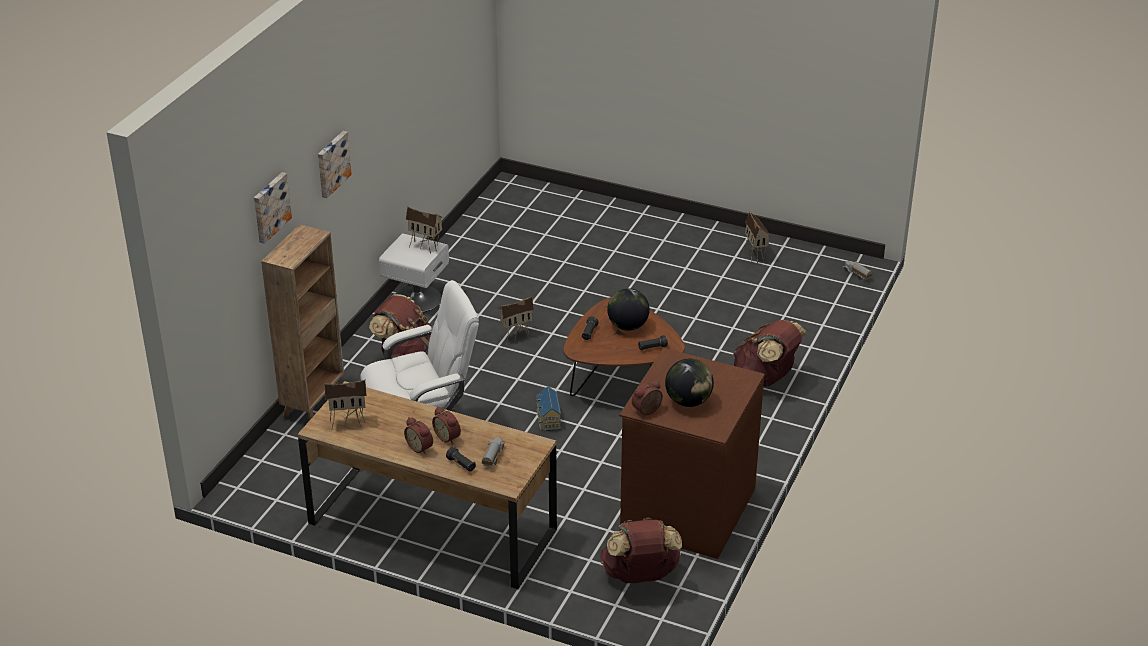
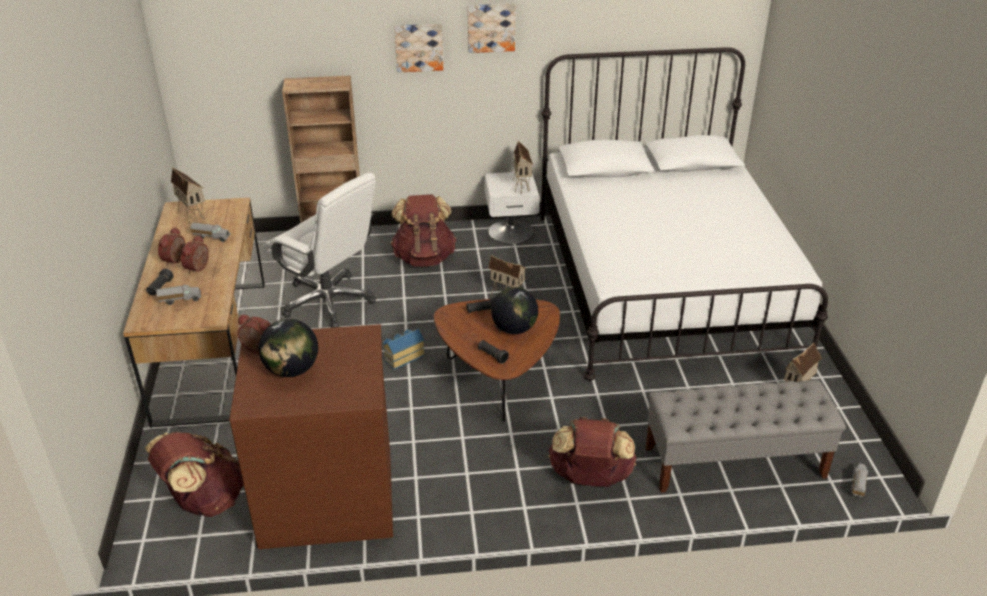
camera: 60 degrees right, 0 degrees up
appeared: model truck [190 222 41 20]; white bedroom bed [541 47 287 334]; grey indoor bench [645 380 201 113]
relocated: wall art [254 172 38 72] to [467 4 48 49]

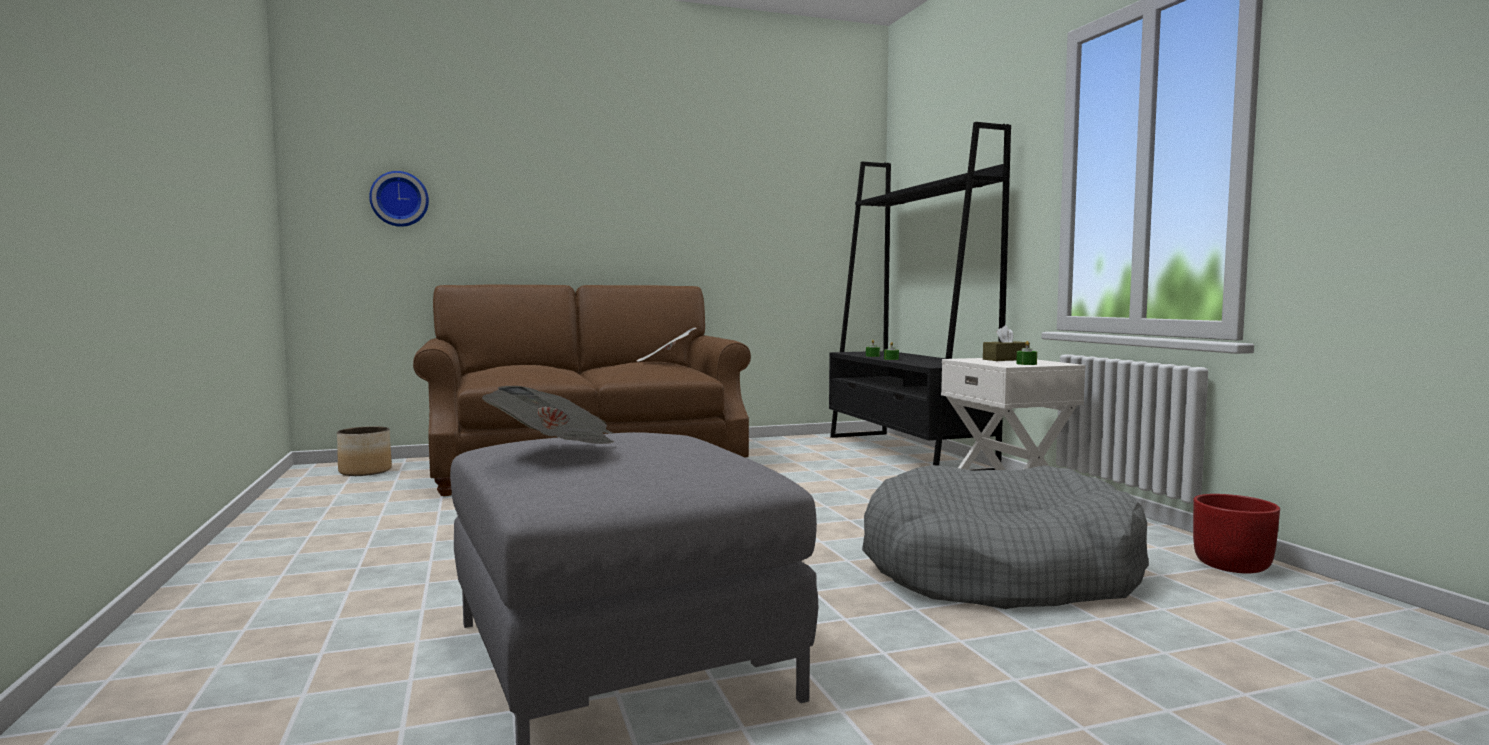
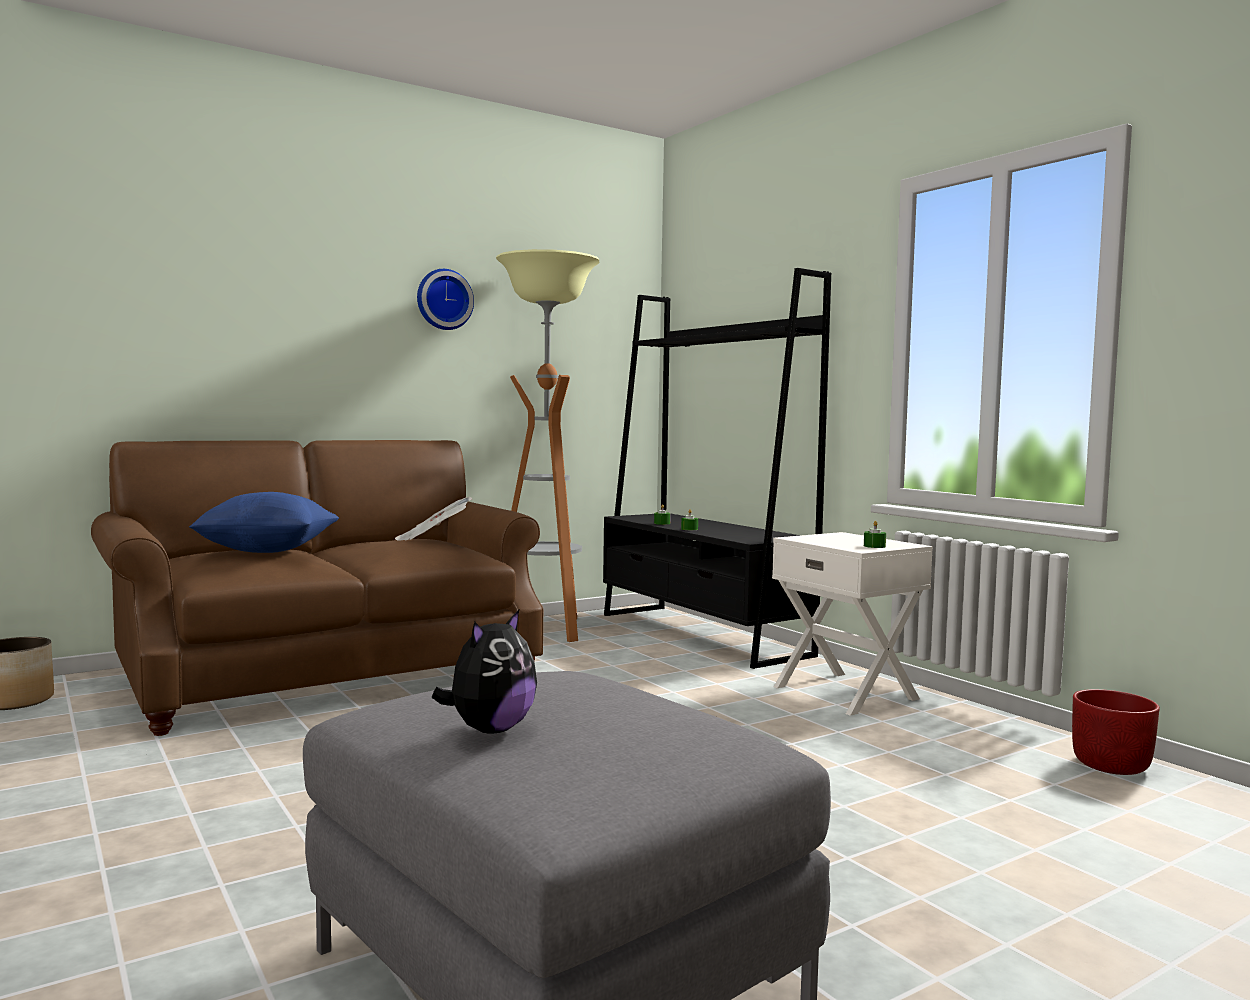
camera: 15 degrees left, 0 degrees up
missing: grey dog cushion [862 465 287 144]; brown-coloured tissue box [983 325 47 36]
appeared: blue pillow [189 492 150 61]; floor lamp [496 249 104 393]
relocated: wall clock [369 171 60 56] to [417 269 57 61]
exchanged: printed paper [482 386 132 58] to cuddly toy [432 610 105 124]

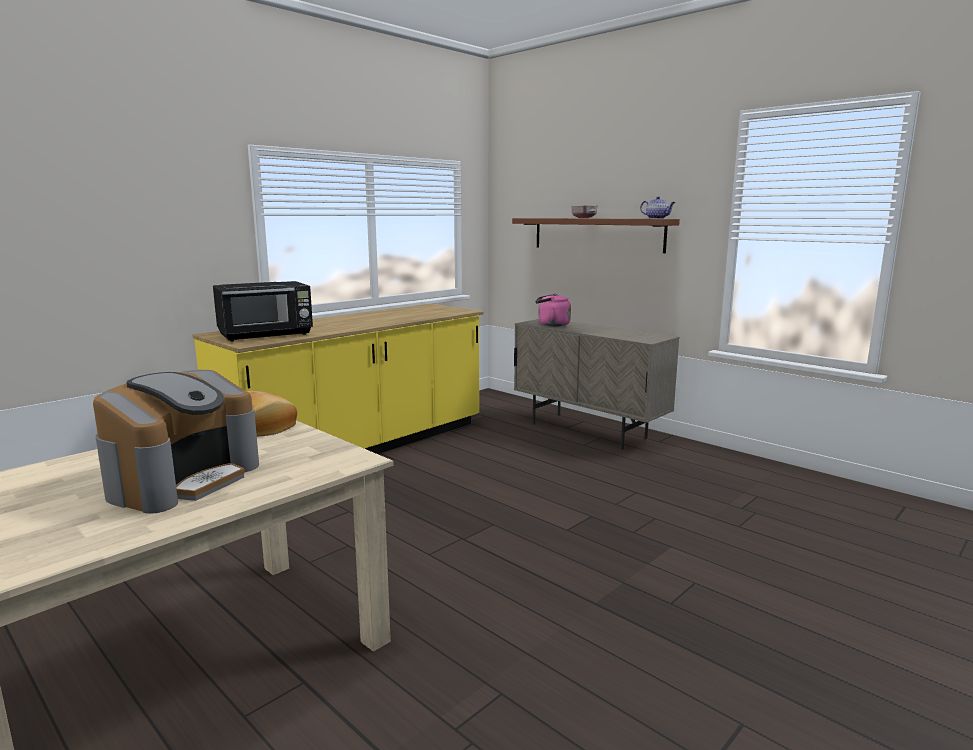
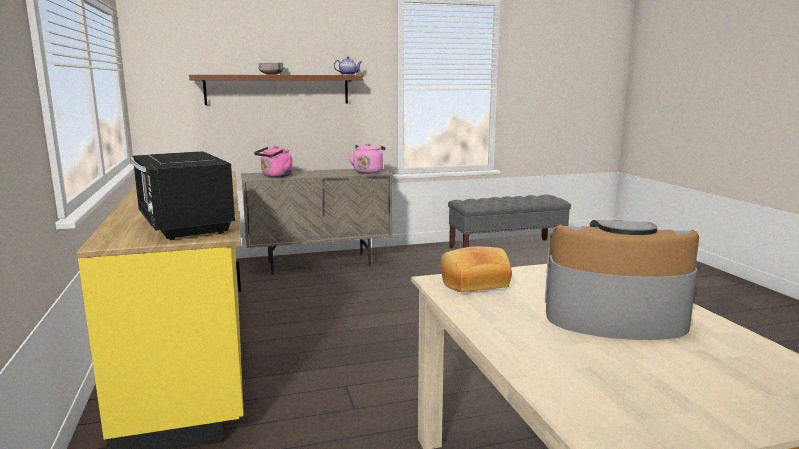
camera: 60 degrees left, 0 degrees up
appeared: pink water kettle [348 143 37 31]; grey indoor bench [448 194 123 54]
spun: coffee maker [93 370 166 144] = [545 220 154 120] 45 degrees counterclockwise; black-coloured kitchen microwave [213 281 100 61] = [130 151 105 89] 150 degrees clockwise

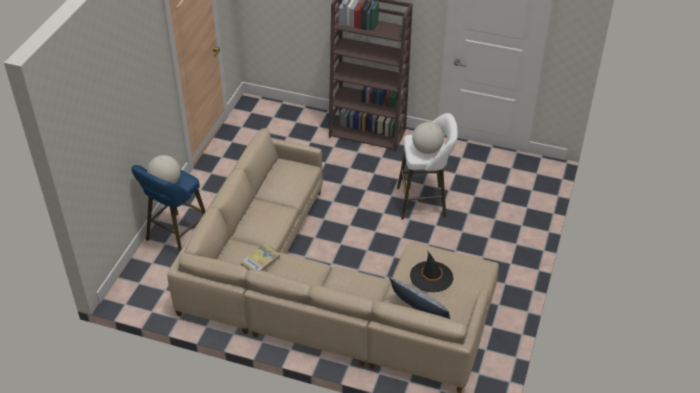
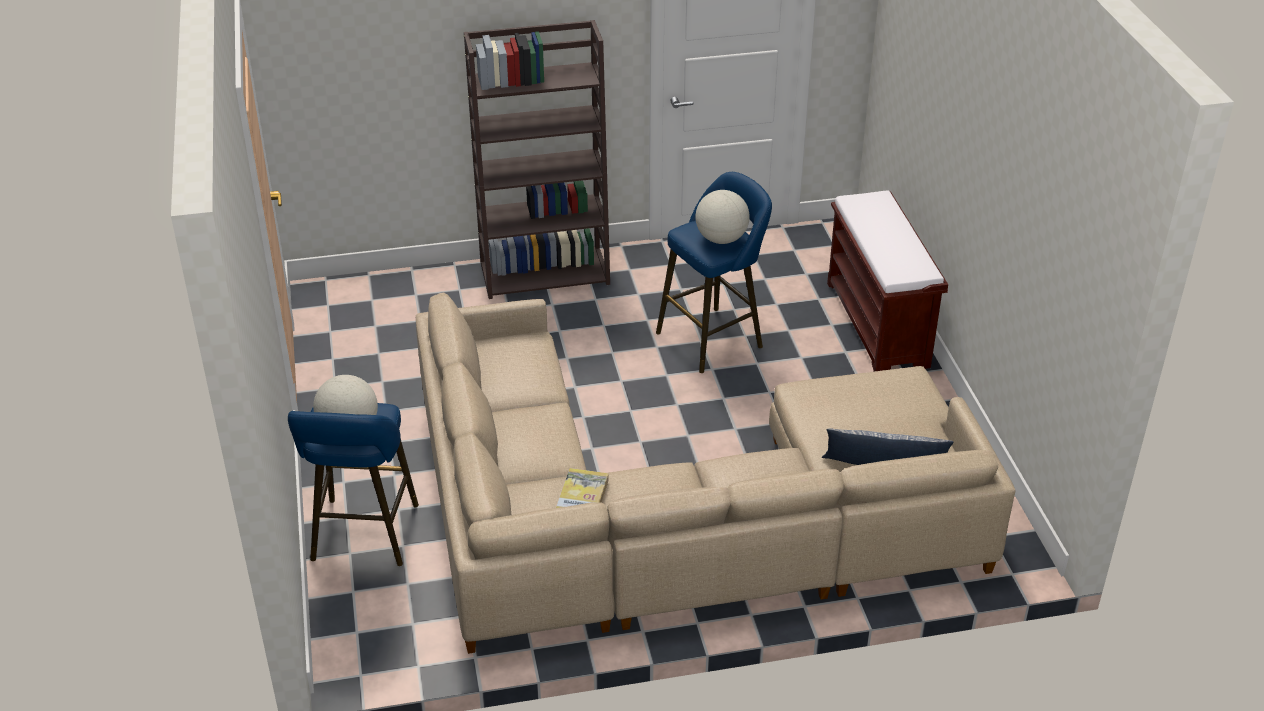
camera: 30 degrees left, 5 degrees down
missing: black-coloured clothing hat [410 250 43 42]
appeared: brown-coloured indoor bench [827 191 121 181]
colour: white stool seat [397 113 61 107] to blue stool seat [656 172 116 201]

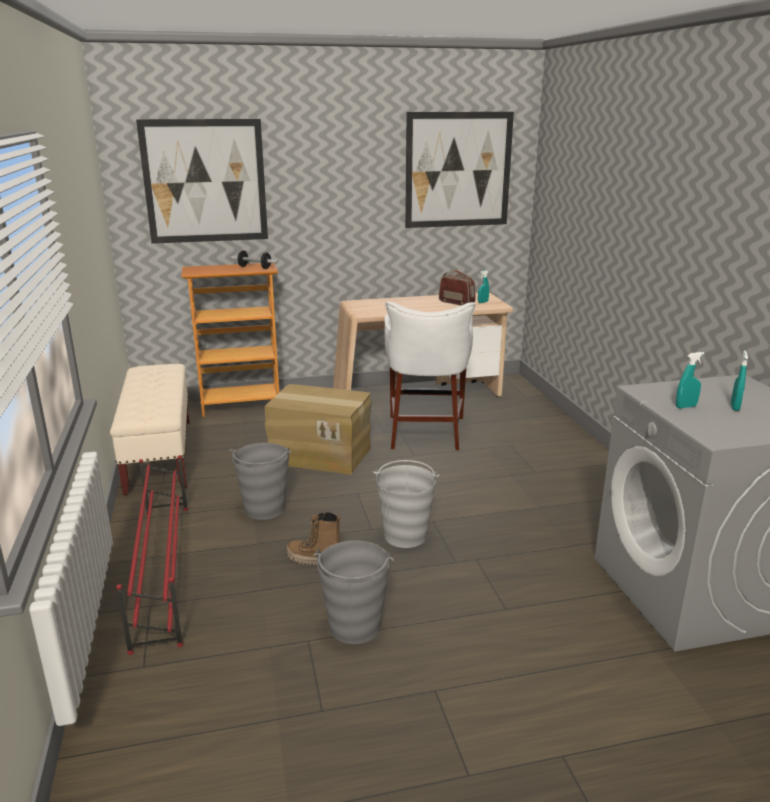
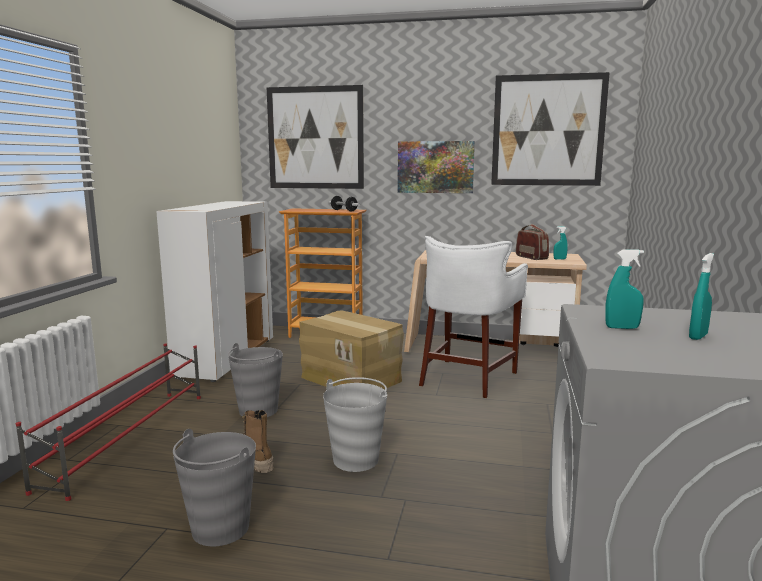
camera: 25 degrees right, 10 degrees down
appeared: wall art [398 141 77 52]
exchanged: beige-coloured indoor bench [110 364 80 131] to white storage cabinet [156 201 117 181]

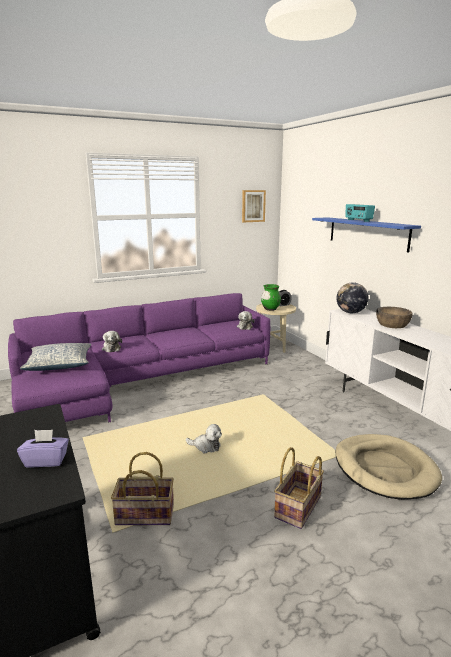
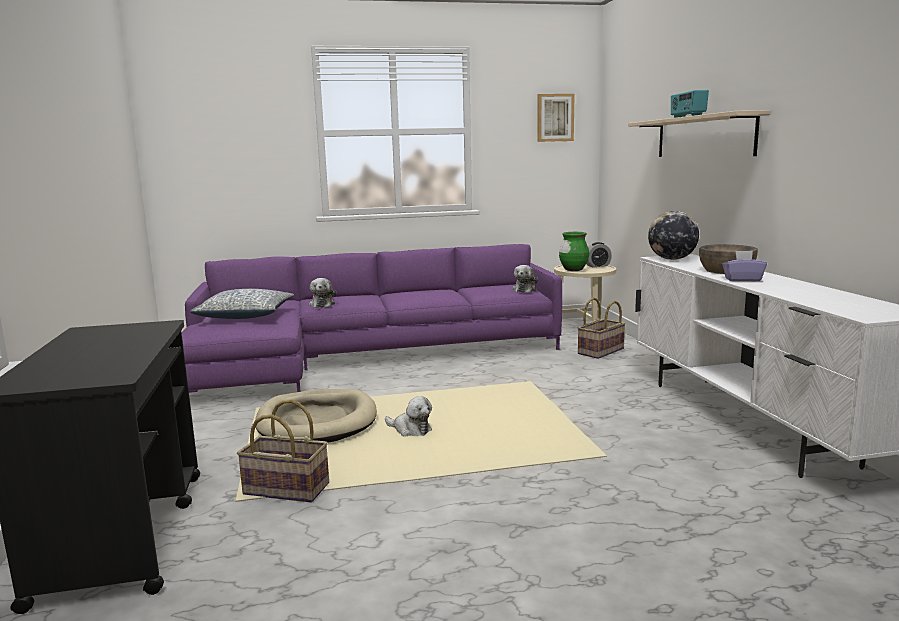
camera: 15 degrees right, 5 degrees down
relocated: purplish tissue box [17 430 52 38] to [722 251 45 30]; basket [274 447 50 82] to [578 297 48 62]; beige-coloured dog cushion [335 434 107 66] to [255 389 122 54]
colour: blue bracket shelf [312 217 109 36] to beige-coloured bracket shelf [628 110 143 47]

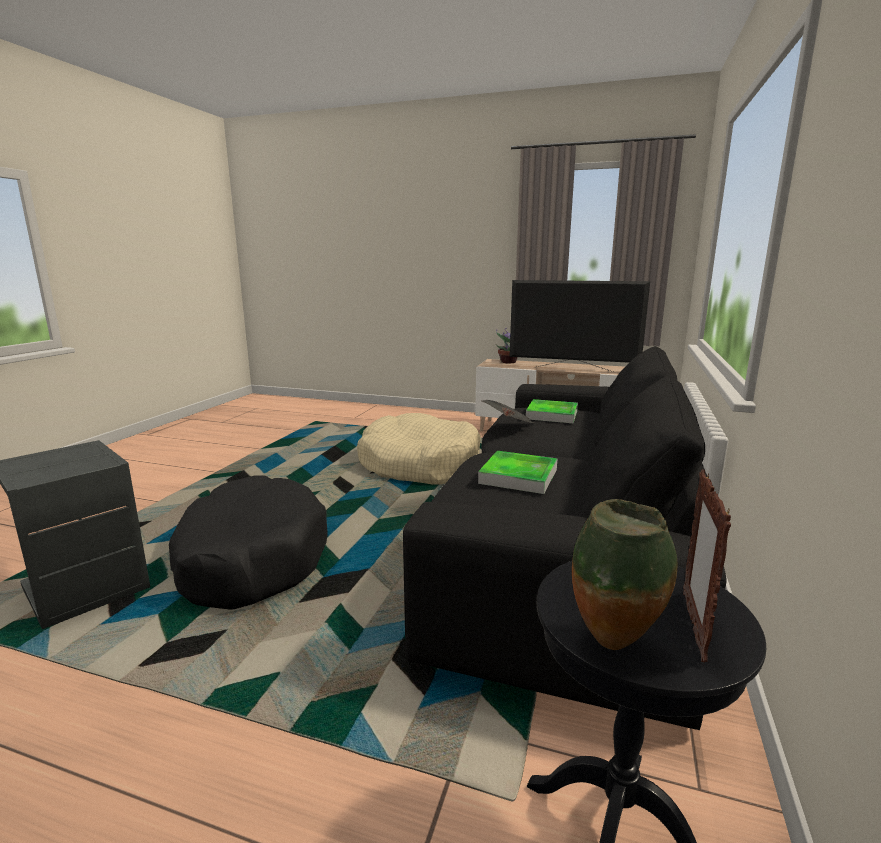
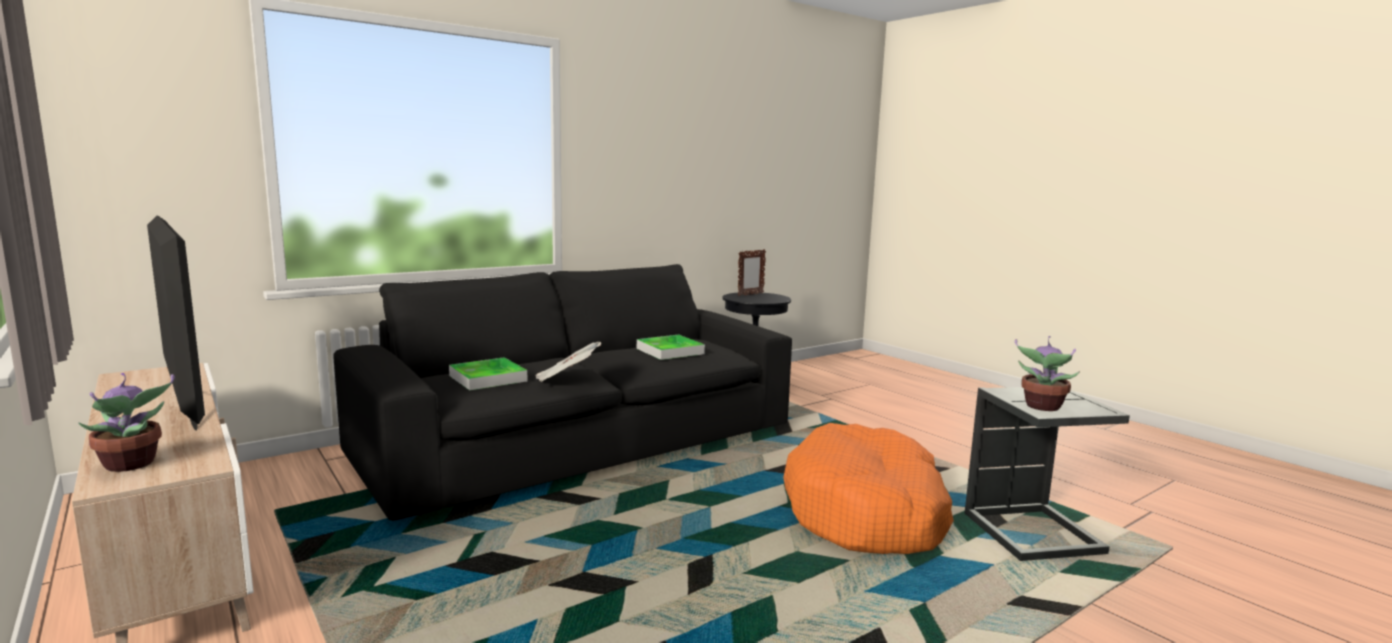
camera: 145 degrees left, 5 degrees down
missing: beige-coloured dog cushion [357 413 124 72]; flower vase [572 499 105 151]
appeared: houseplant [1015 336 65 75]
colour: black-coloured dog cushion [169 475 159 135] to orangey dog cushion [783 423 171 131]

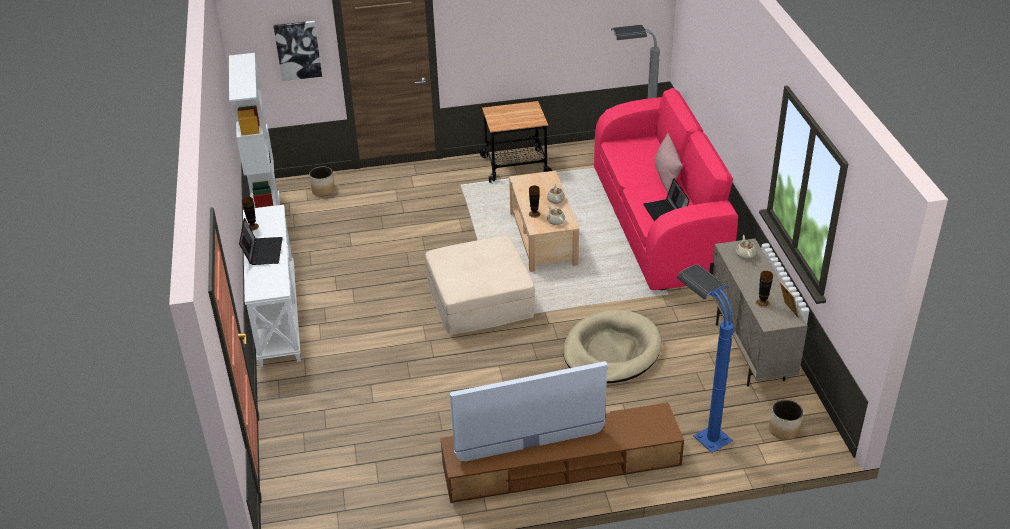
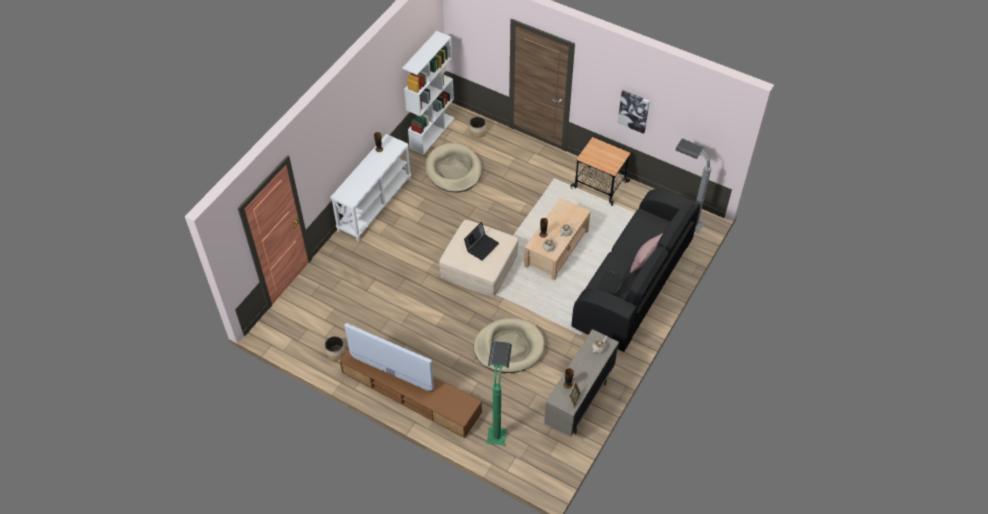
camera: 40 degrees right, 15 degrees up
appeared: beige-coloured dog cushion [425 143 57 49]
relocated: portable computer [239 218 44 47] to [464 222 35 39]; wall art [273 21 49 60] to [618 90 32 44]; flower pot [769 400 34 40] to [325 336 21 25]
colour: pink settee [594 88 144 202] to black-coloured settee [571 189 129 163]; blue floor lamp [677 264 57 189] to greenish floor lamp [487 341 25 105]

